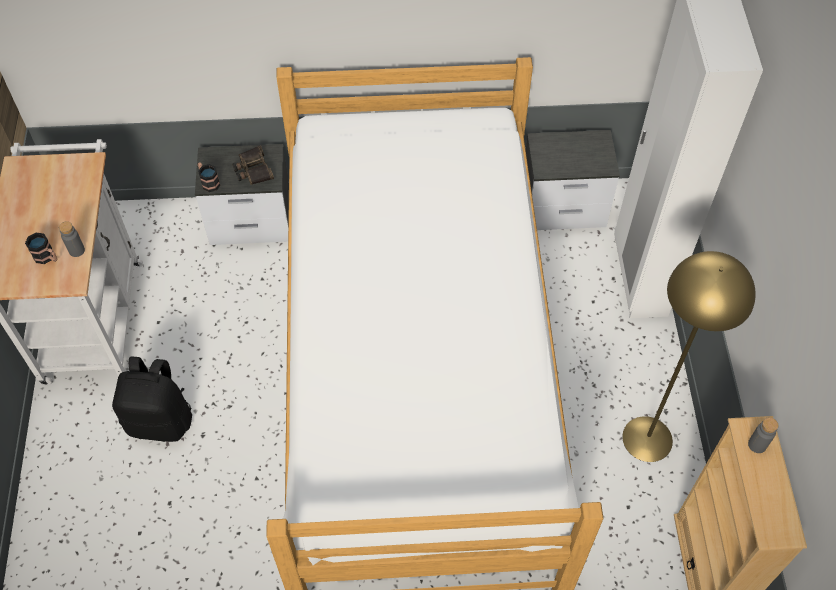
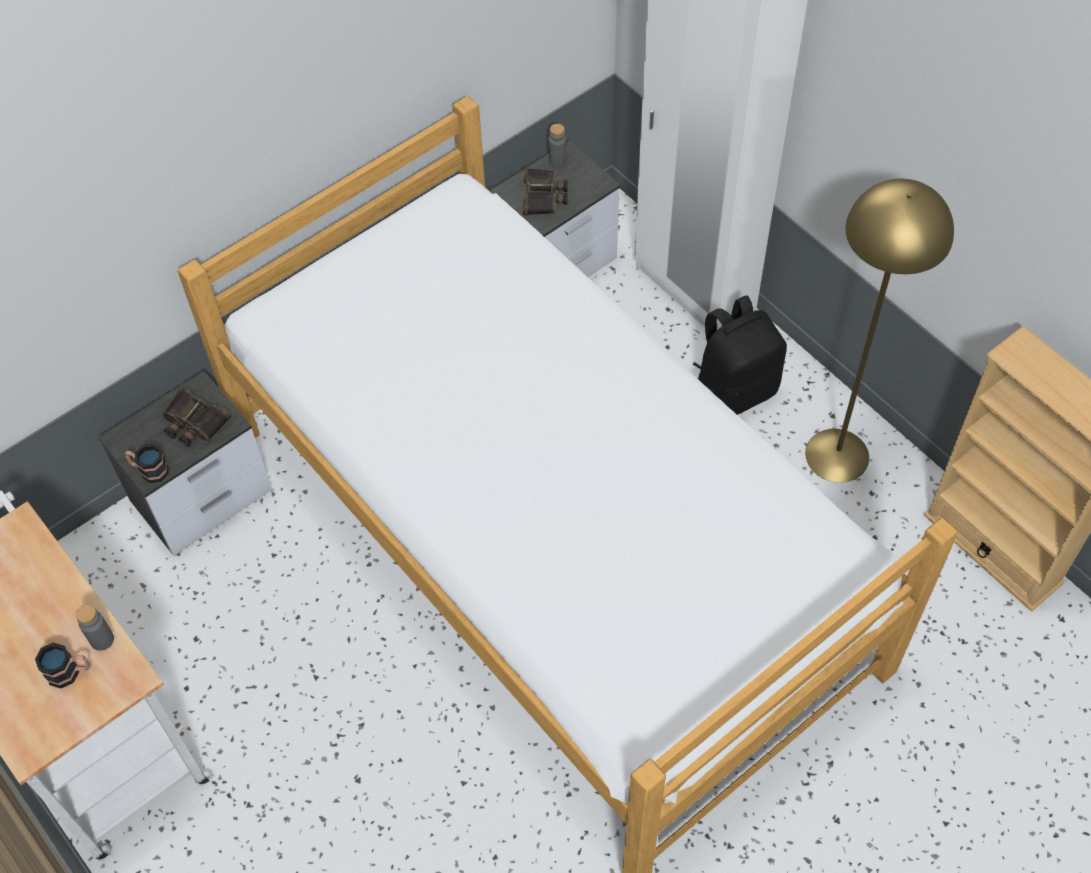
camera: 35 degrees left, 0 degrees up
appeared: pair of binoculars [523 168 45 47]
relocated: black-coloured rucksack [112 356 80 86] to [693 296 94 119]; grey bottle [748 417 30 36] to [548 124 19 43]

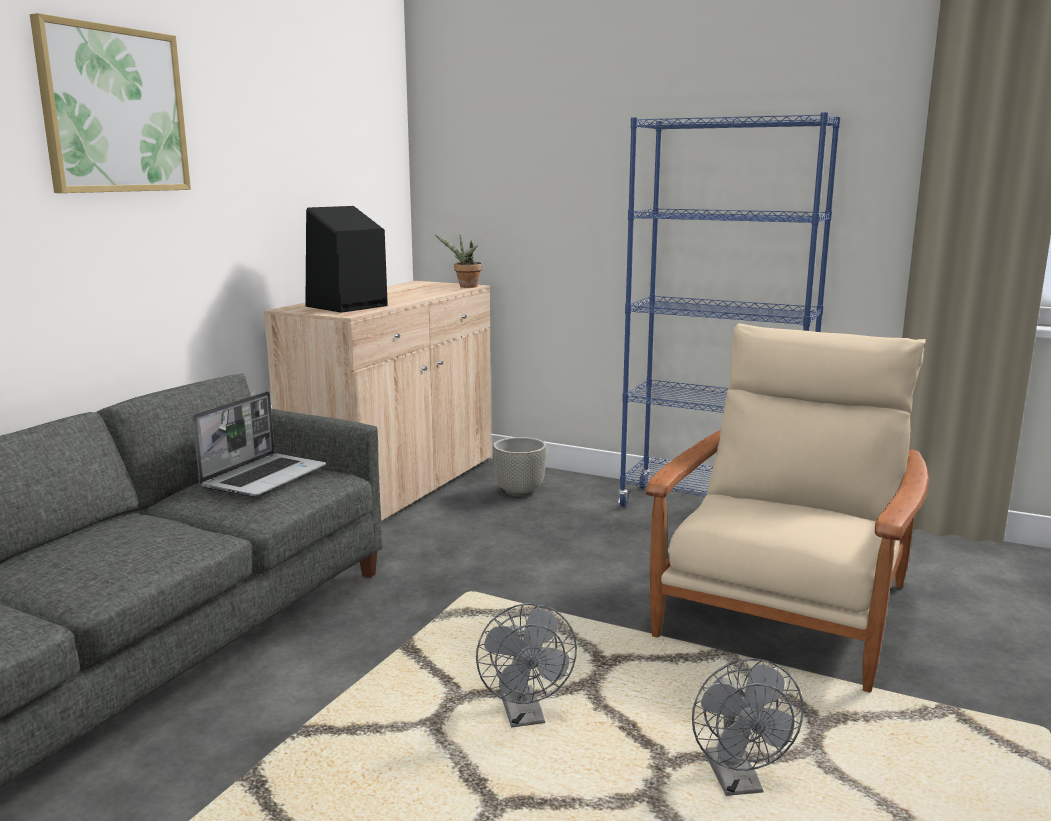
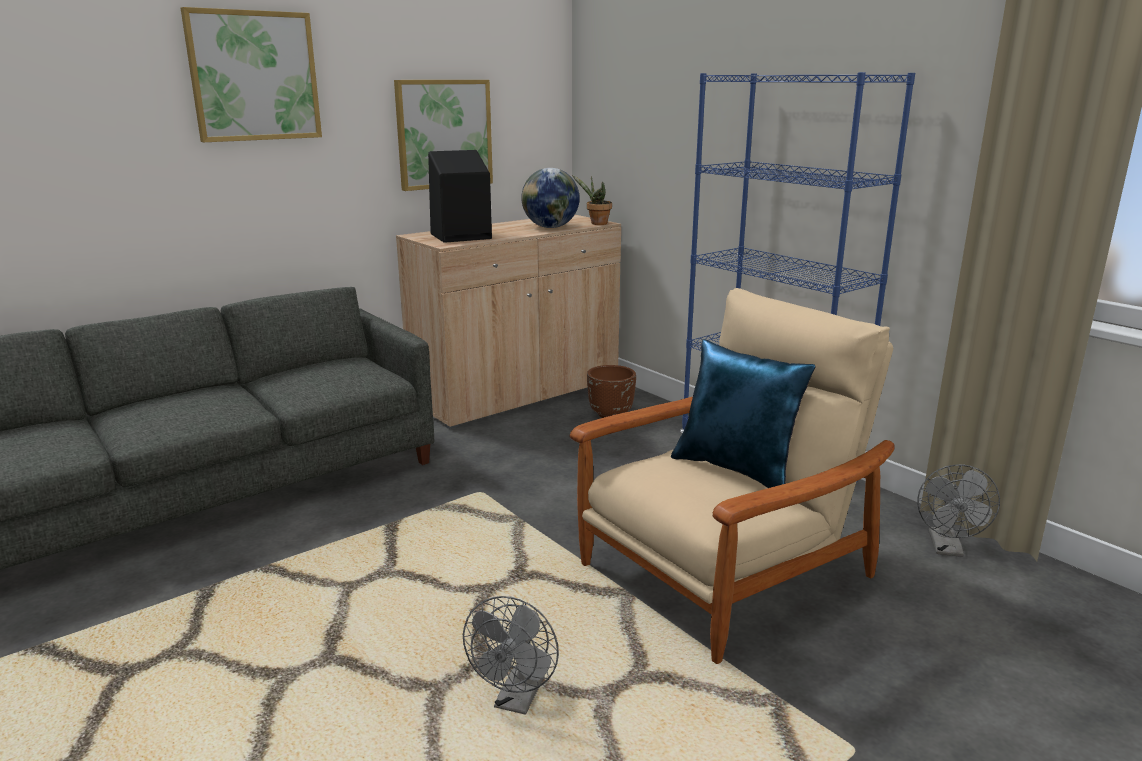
camera: 25 degrees right, 5 degrees up
missing: portable computer [193 391 133 106]
appeared: wall art [394 80 99 111]; desk globe [521 168 59 60]; blue pillow [671 339 144 149]
relocated: grey cooling fan [476 603 101 124] to [917 464 83 93]
colour: grey flower pot [492 437 55 60] to brown-coloured flower pot [587 365 49 53]

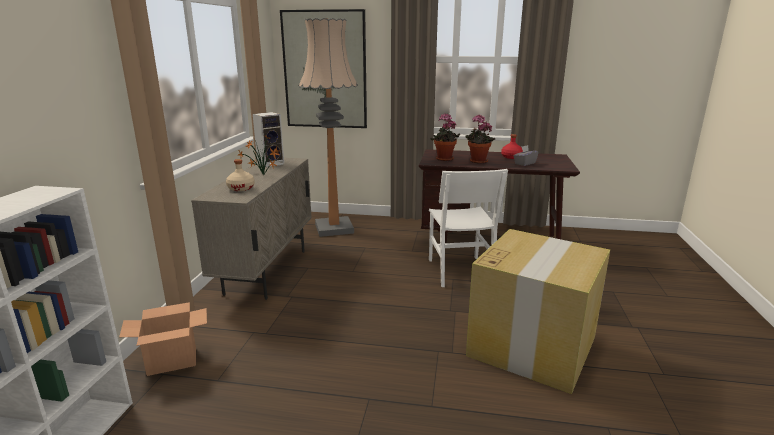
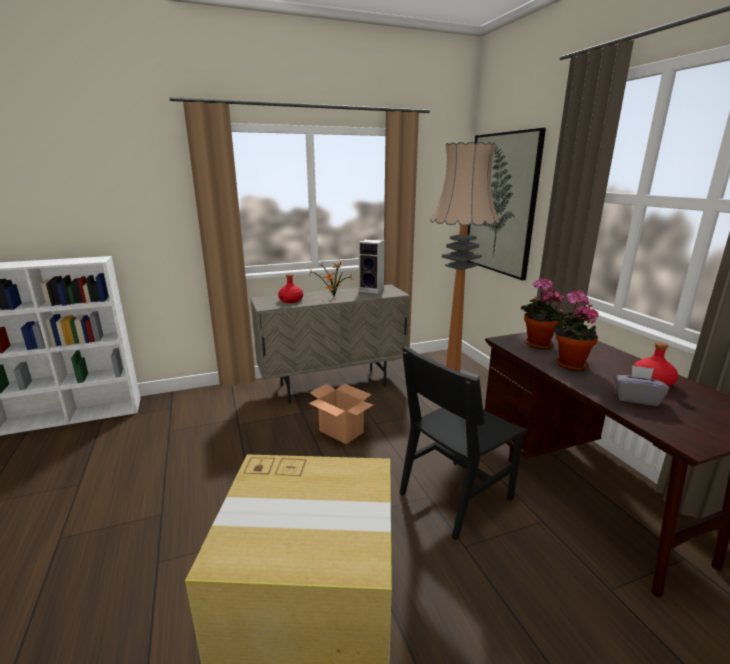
camera: 60 degrees right, 0 degrees up
relocated: packing box [119 302 88 74] to [309 384 64 60]
colour: beige-coloured bottle [226 159 29 32] to red bottle [278 274 25 29]; white upright chair [429 169 79 118] to black-coloured upright chair [399 346 128 194]

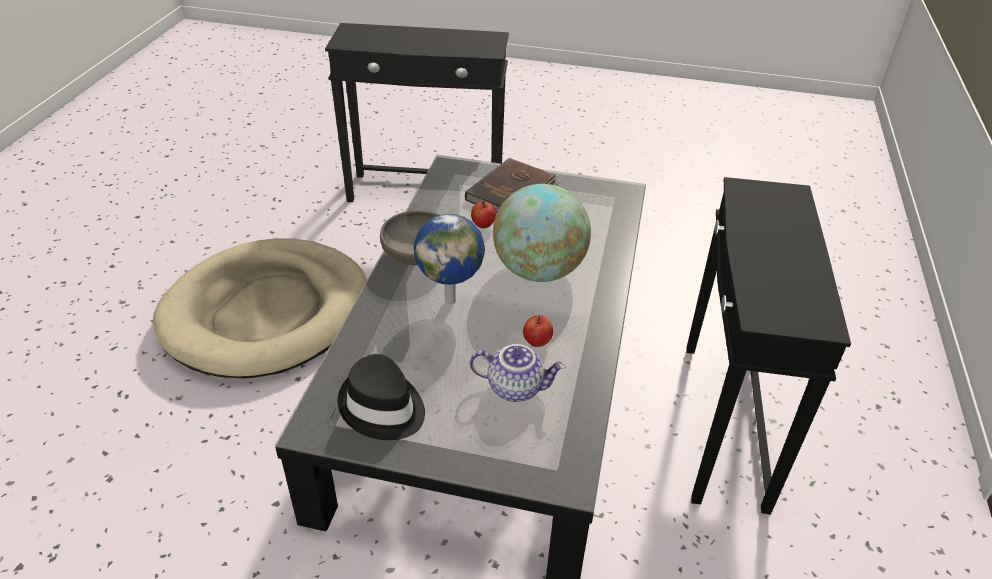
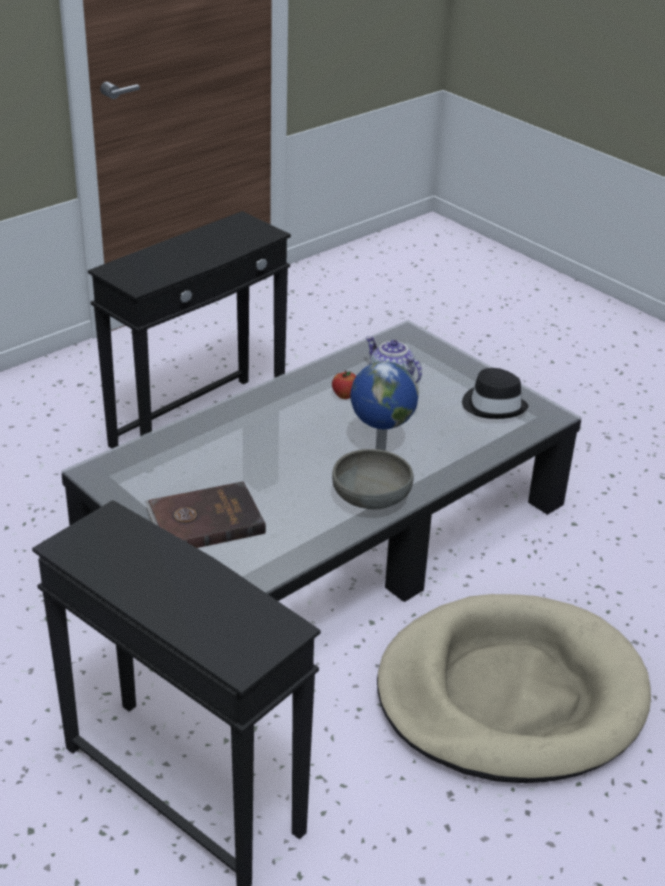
camera: 145 degrees left, 5 degrees down
missing: whole apple [471 200 25 28]; desk globe [493 184 98 98]

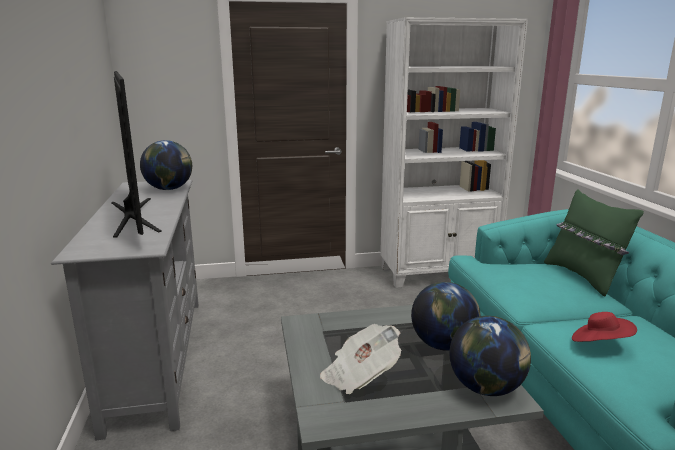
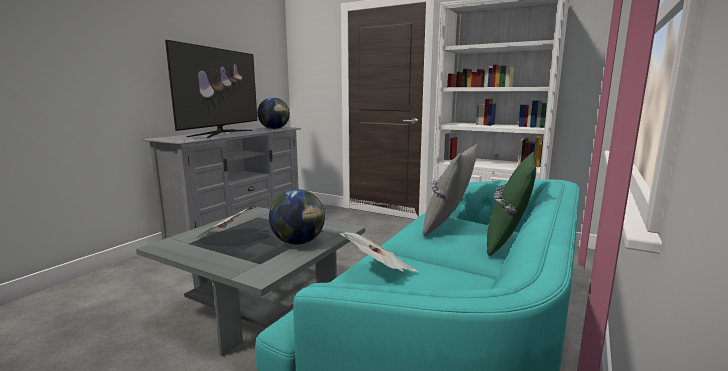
camera: 40 degrees right, 5 degrees down
missing: desk globe [449 316 82 80]
appeared: grey pillow [422 143 56 94]
exchanged: red clothing hat [572 312 65 30] to printed paper [340 232 78 40]

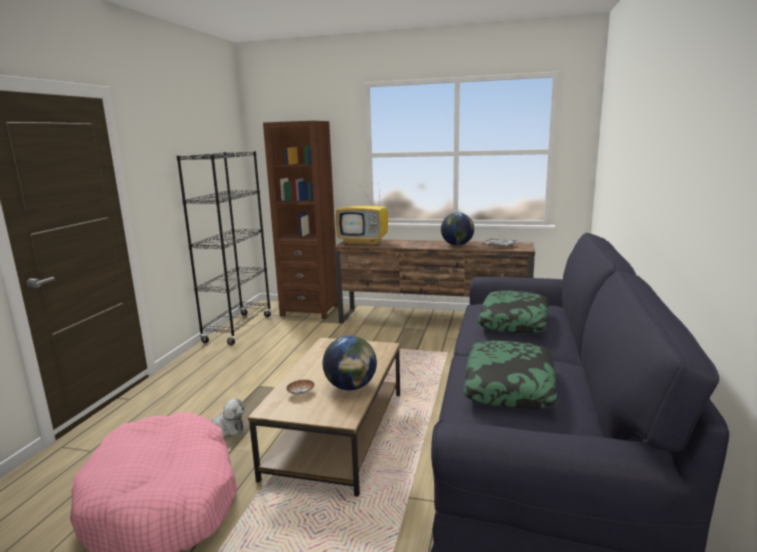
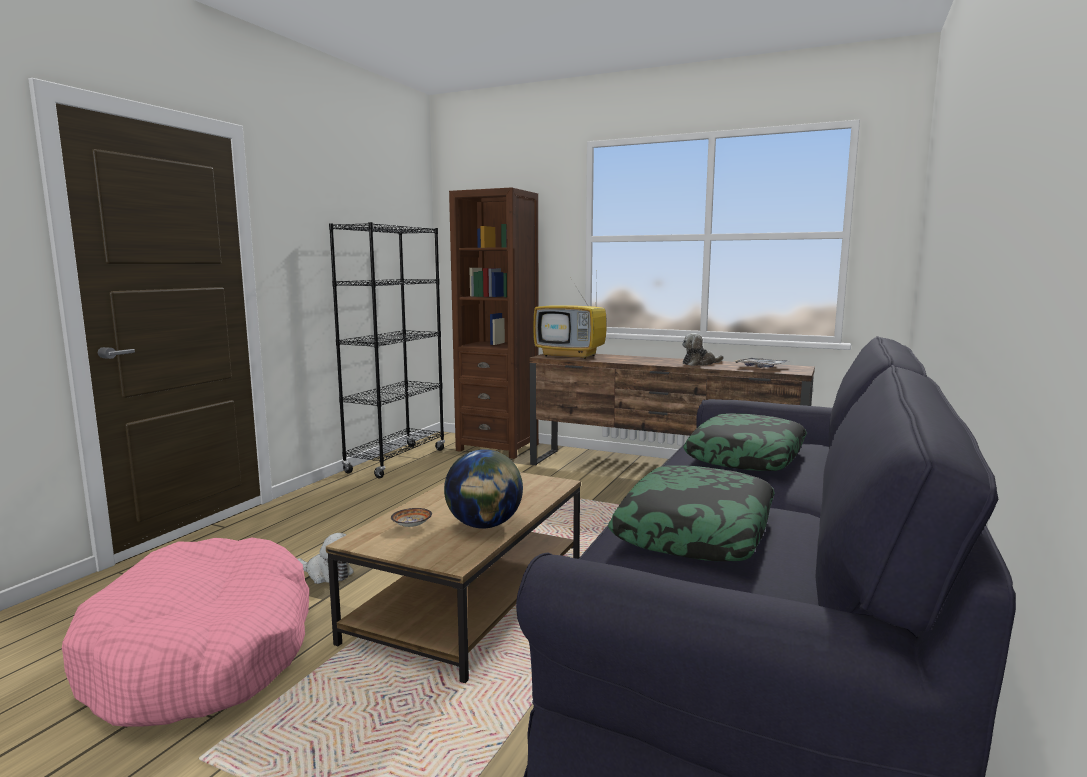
camera: 10 degrees right, 5 degrees down
exchanged: desk globe [441 212 33 34] to cuddly toy [682 333 41 33]

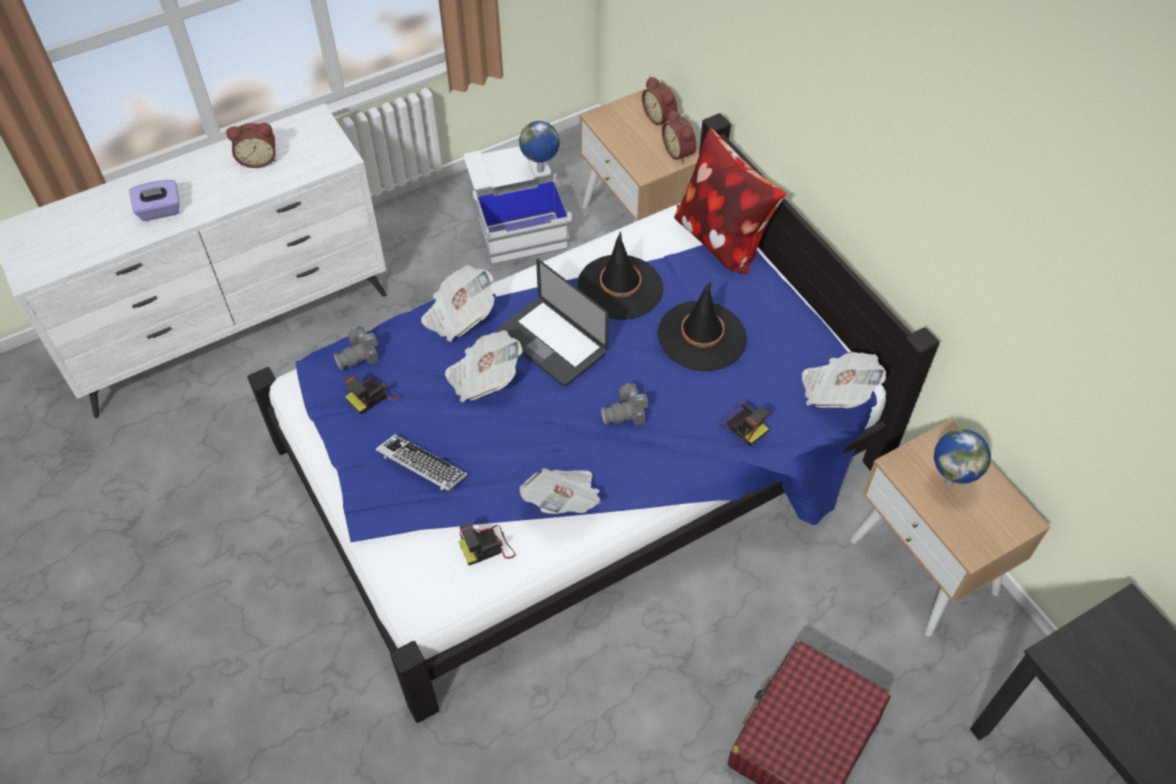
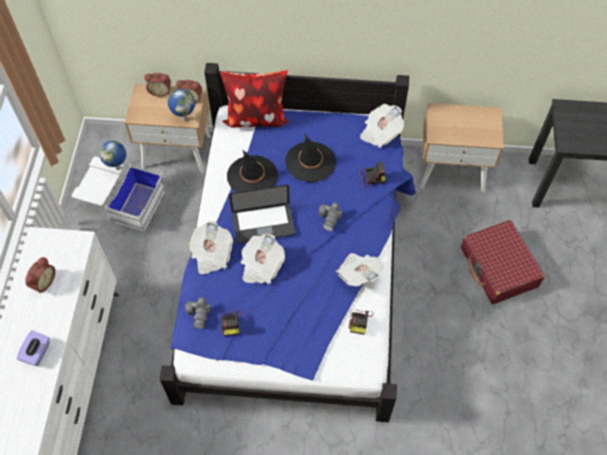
camera: 55 degrees left, 5 degrees up
missing: keyboard [376 434 91 57]
relocated: desk globe [934 429 57 59] to [168 89 27 32]

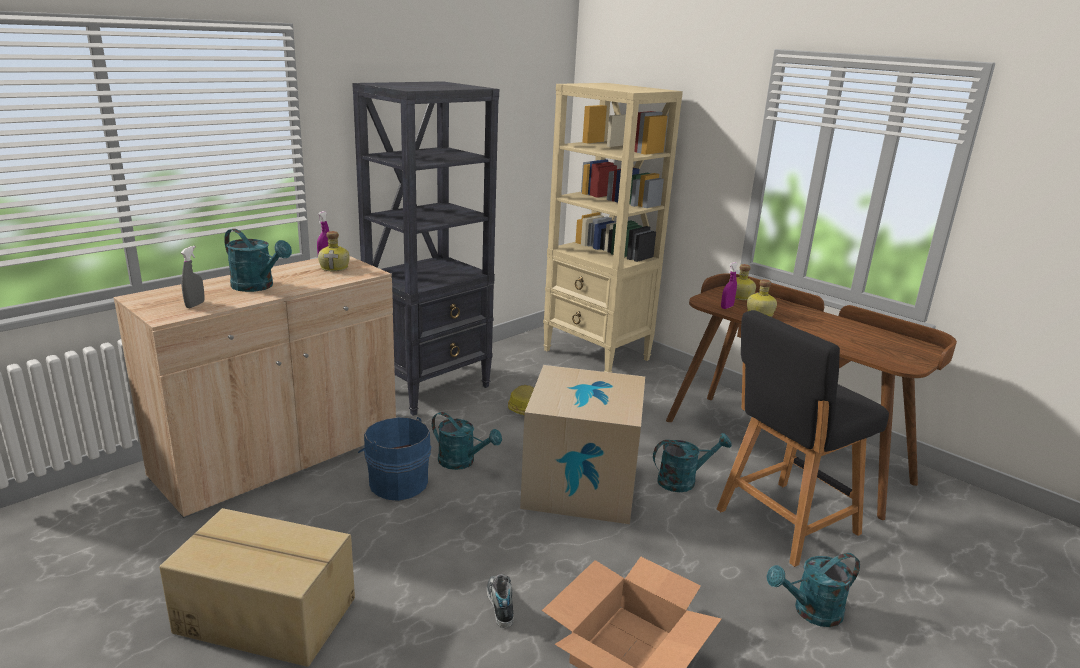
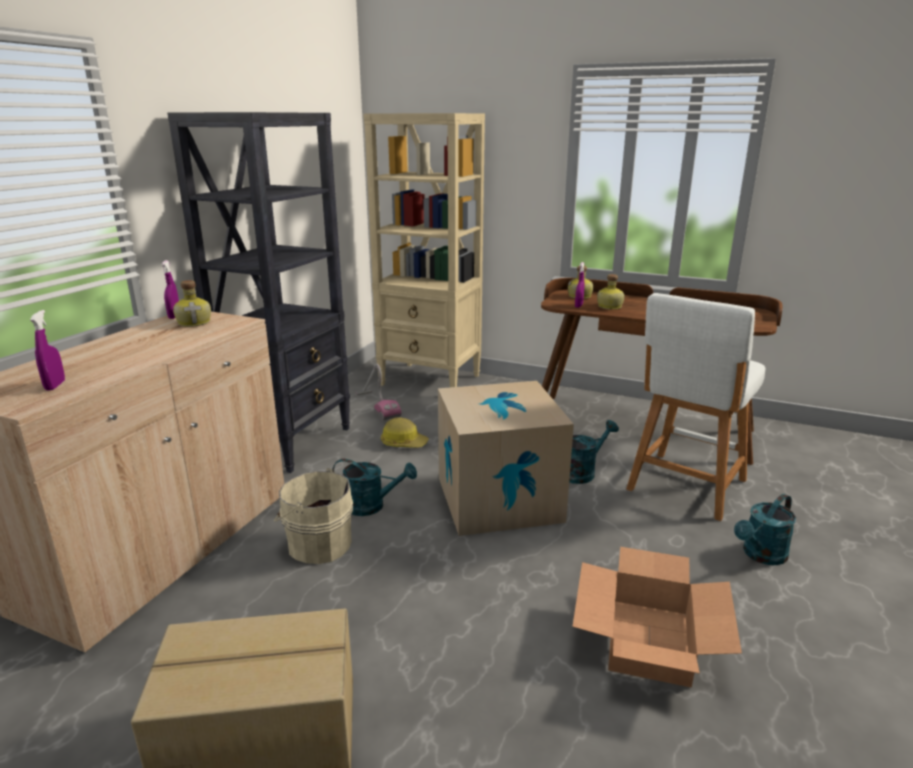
camera: 20 degrees left, 0 degrees up
missing: turquoise-coloured watering pot [224 229 68 63]; shoe [487 574 27 54]
appeared: vacuum cleaner [355 364 46 57]
colour: grey sprayer [181 246 24 62] to purplish sprayer [30 310 35 81]; blue pail [358 417 73 84] to beige-coloured pail [274 468 79 96]; black-coloured stool seat [717 310 172 257] to white stool seat [626 293 140 228]

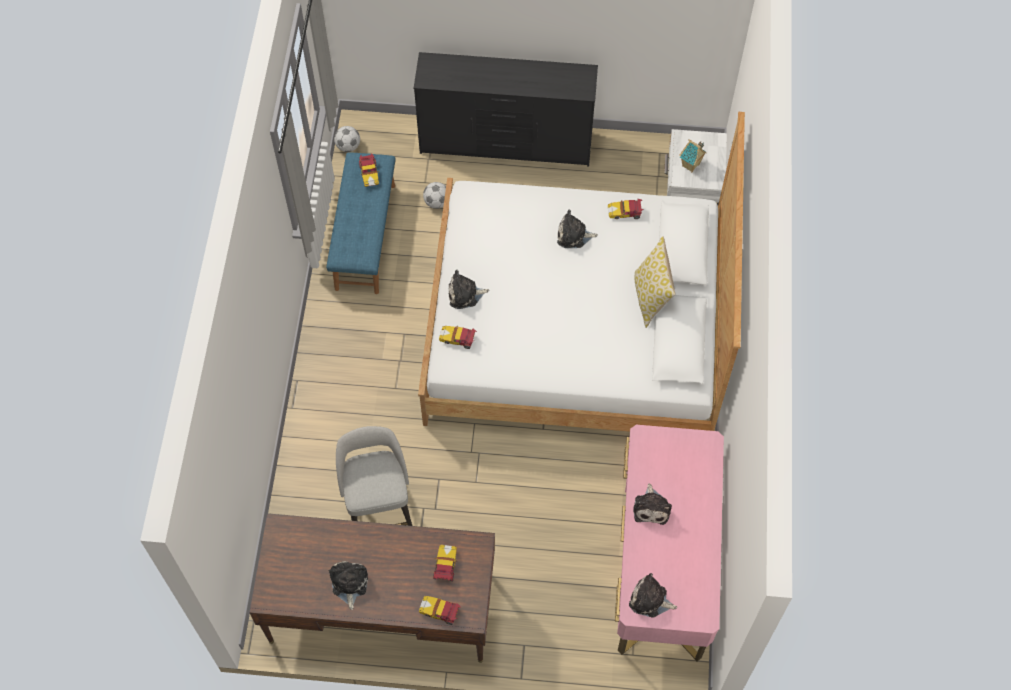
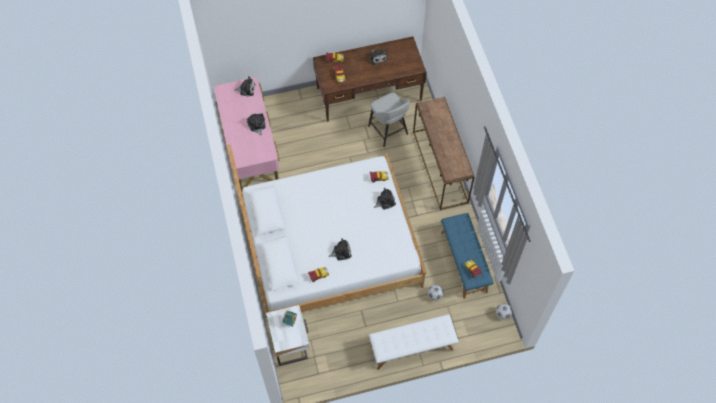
camera: 160 degrees right, 0 degrees up
missing: pillow [634 236 41 92]
appeared: brown-coloured hall table [413 97 62 113]
exchanged: black-coloured dresser [414 52 184 115] to white indoor bench [369 314 90 56]

